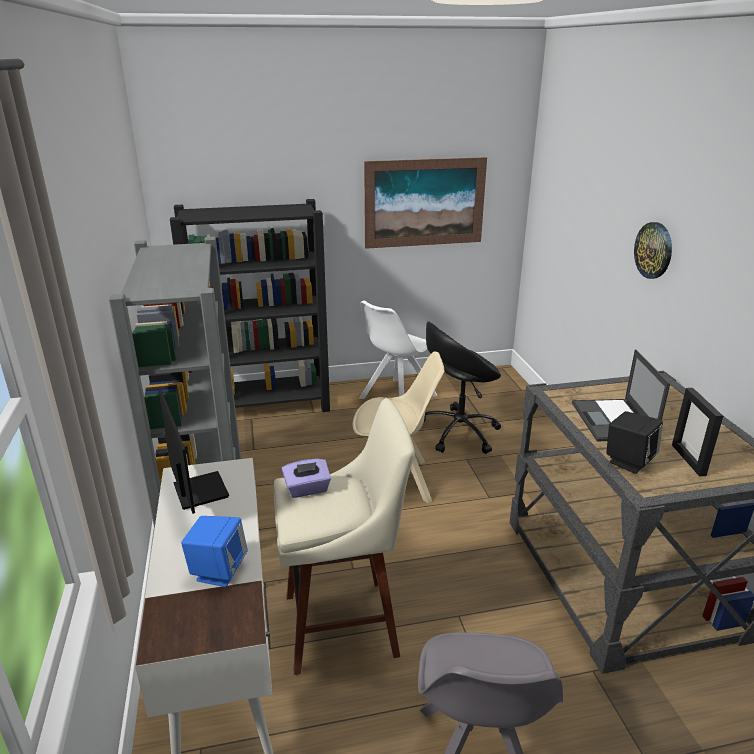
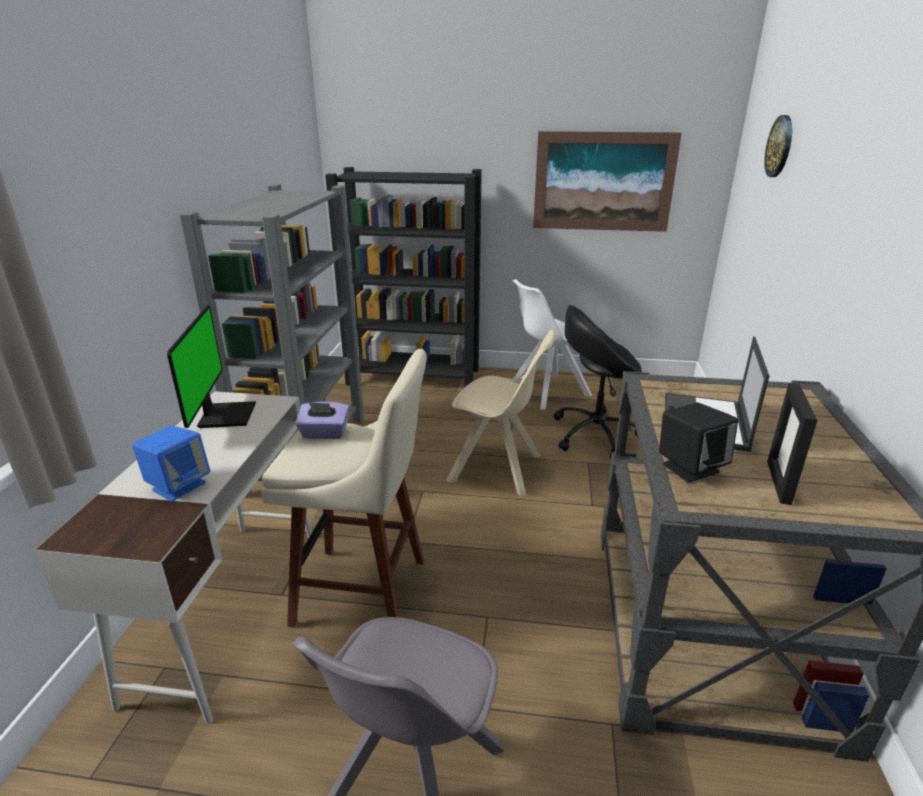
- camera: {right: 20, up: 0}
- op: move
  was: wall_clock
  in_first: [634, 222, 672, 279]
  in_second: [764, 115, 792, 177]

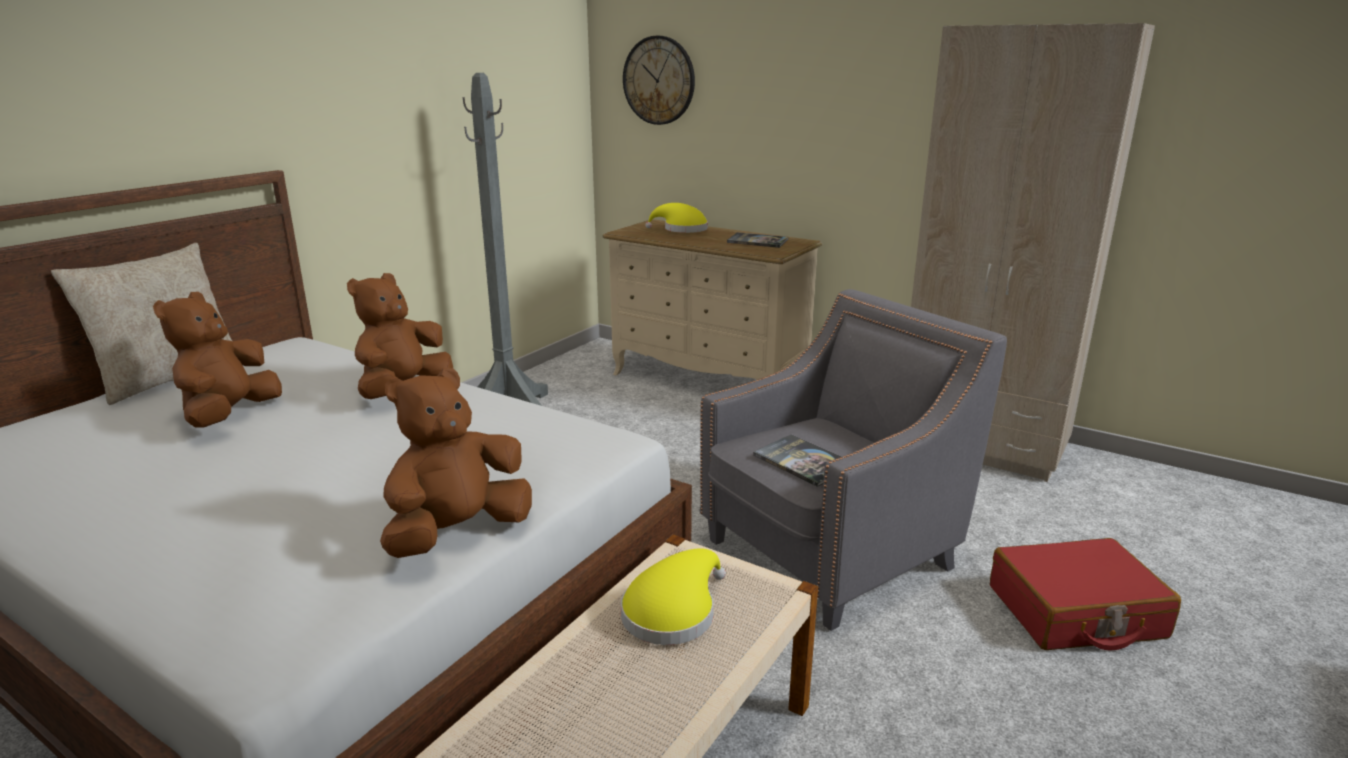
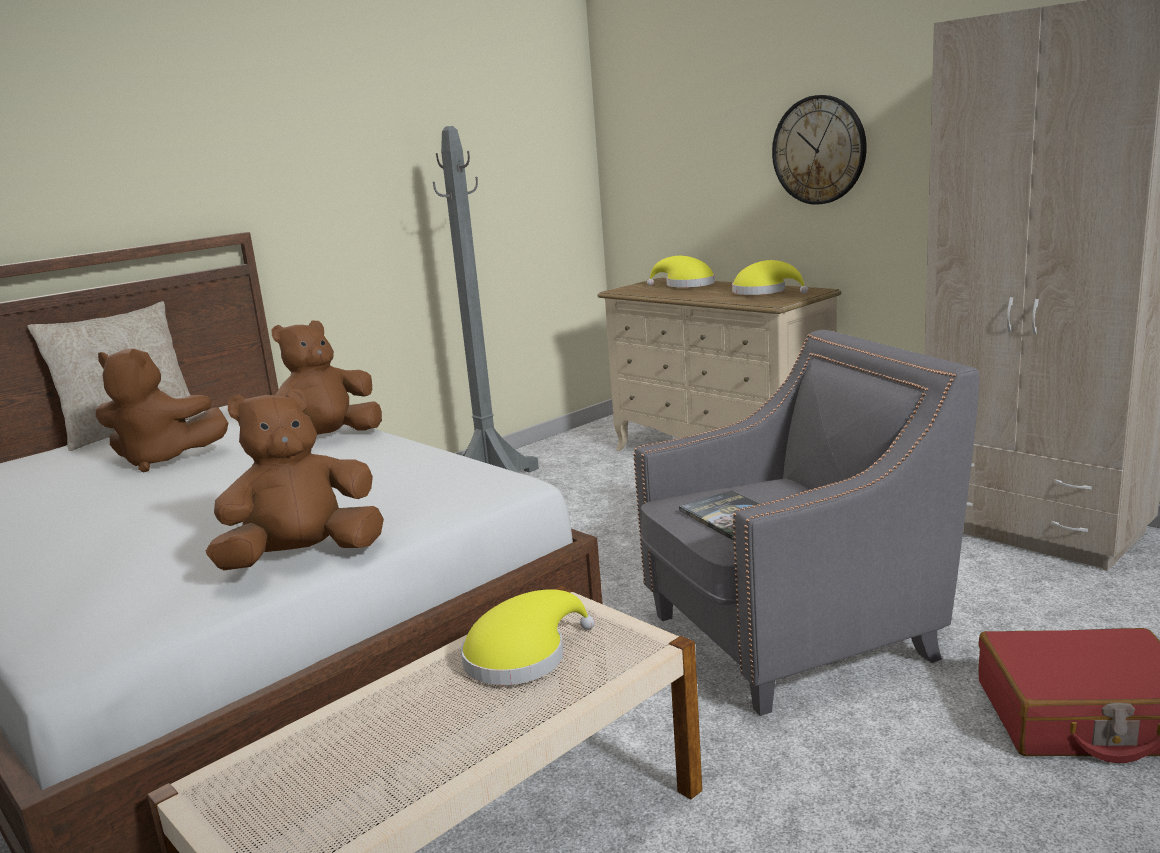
- camera: {right: 15, up: -5}
- op: rotate
  was: brown_plush_toy
  in_first: [153, 292, 282, 428]
  in_second: [96, 348, 228, 473]
  clockwise: -105
- op: replace
  was: book
  now: yellow_hat
  in_first: [727, 232, 788, 248]
  in_second: [732, 260, 808, 295]
- op: move
  was: wall_clock
  in_first: [623, 36, 695, 125]
  in_second: [772, 95, 867, 205]

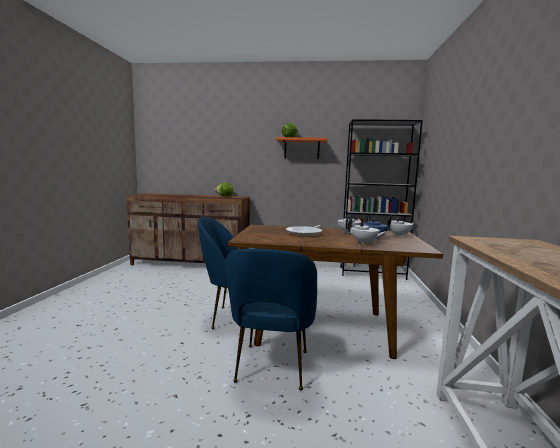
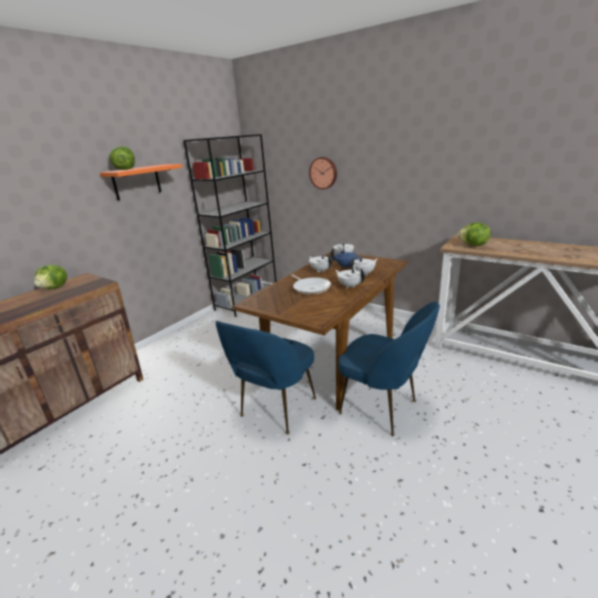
- camera: {right: -60, up: 15}
- op: insert
  now: wall_clock
  in_second: [309, 157, 337, 189]
- op: insert
  now: white_teapot
  in_second: [335, 268, 365, 288]
- op: insert
  now: lettuce
  in_second: [458, 222, 490, 246]

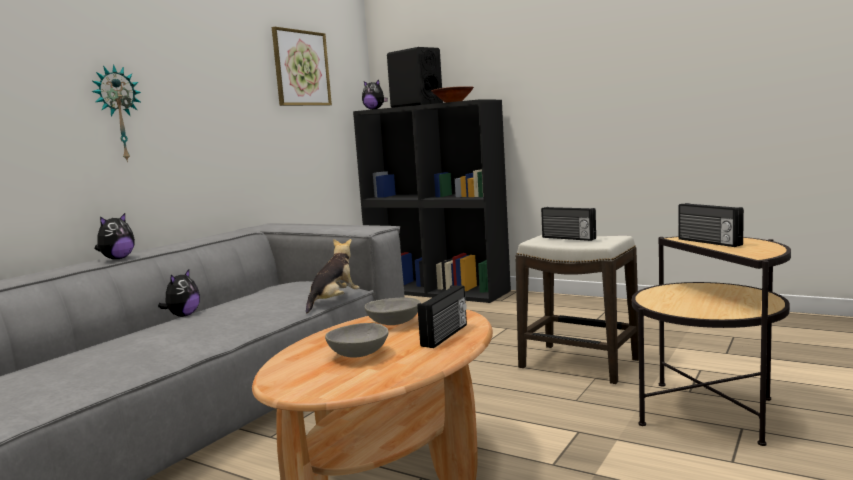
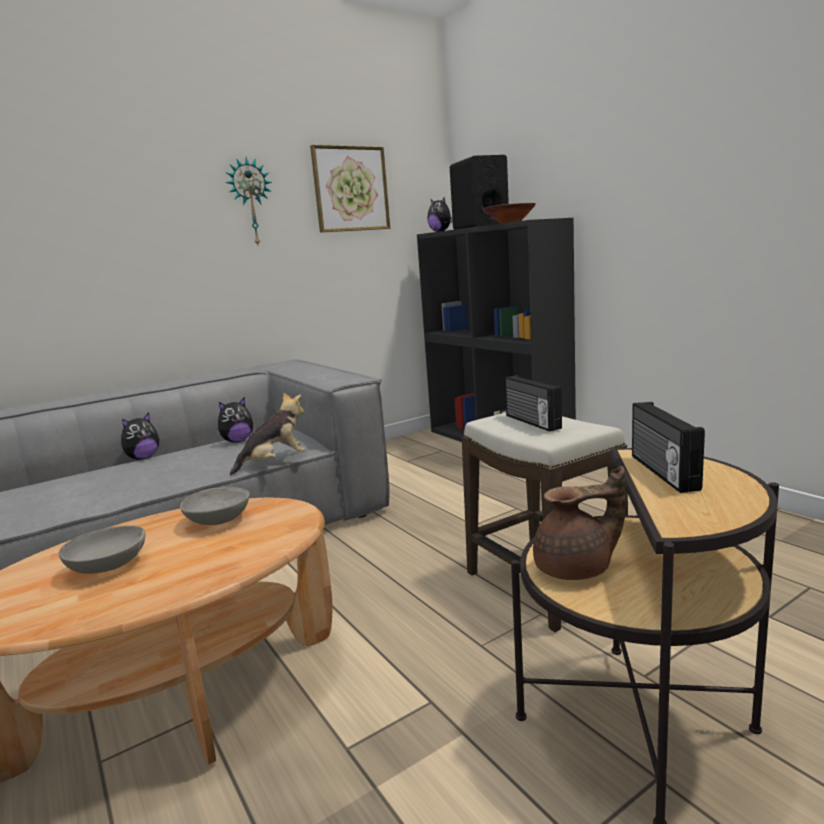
- camera: {right: 25, up: 5}
- op: move
  was: plush_toy
  in_first: [95, 213, 135, 259]
  in_second: [218, 397, 253, 443]
- op: move
  was: wall_clock
  in_first: [92, 64, 141, 162]
  in_second: [226, 157, 272, 245]
- op: insert
  now: brown_teapot
  in_second: [533, 466, 625, 580]
- op: delete
  was: radio
  in_first: [418, 285, 467, 348]

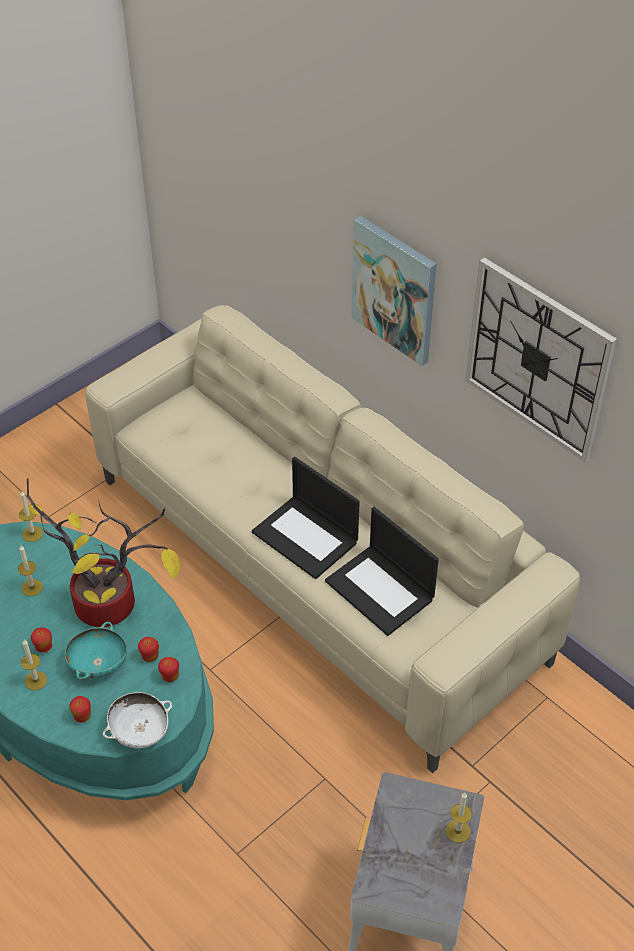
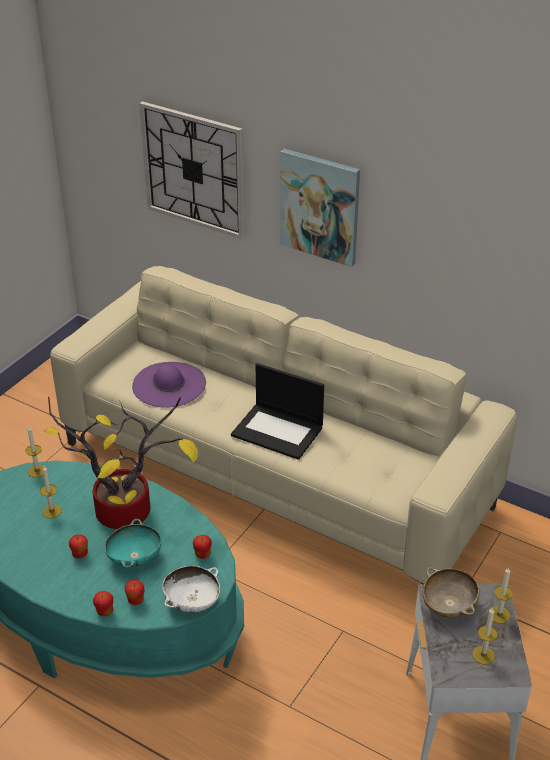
- camera: {right: -15, up: -10}
- op: move
  was: apple
  in_first: [138, 637, 159, 662]
  in_second: [93, 591, 113, 616]
- op: insert
  now: purple_hat
  in_second: [132, 362, 206, 408]
- op: move
  was: wall_clock
  in_first: [465, 257, 617, 462]
  in_second: [139, 101, 245, 239]
- op: insert
  now: beige_bowl
  in_second: [423, 567, 480, 618]
- op: move
  was: candle
  in_first: [21, 640, 47, 690]
  in_second: [472, 607, 498, 665]
- op: delete
  was: laptop
  in_first: [325, 507, 439, 636]

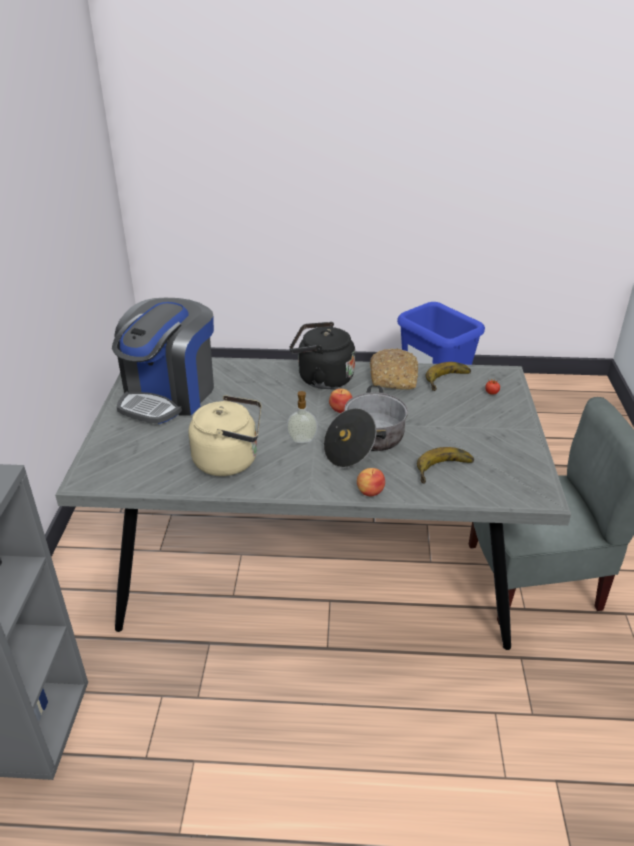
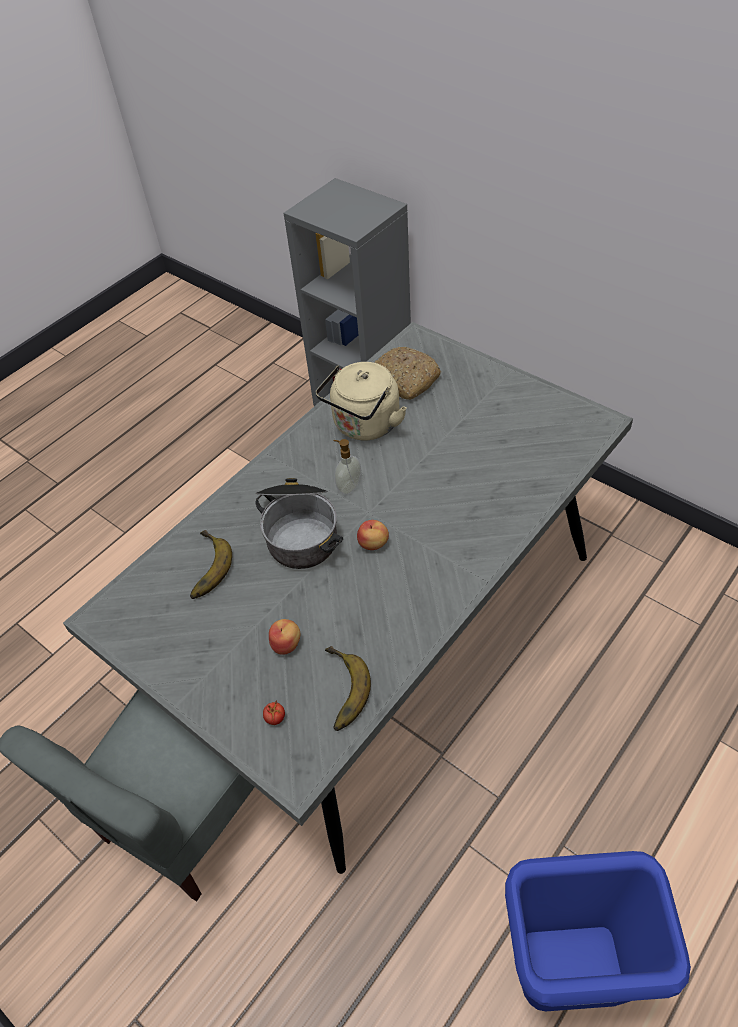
- camera: {right: 130, up: 15}
- op: move
  was: apple
  in_first: [357, 468, 385, 496]
  in_second: [269, 619, 300, 655]
- op: move
  was: bread
  in_first: [370, 348, 419, 390]
  in_second: [375, 347, 441, 400]
- op: delete
  was: coffee_machine
  in_first: [112, 298, 214, 424]
- op: delete
  was: black_kettle
  in_first: [290, 322, 355, 389]

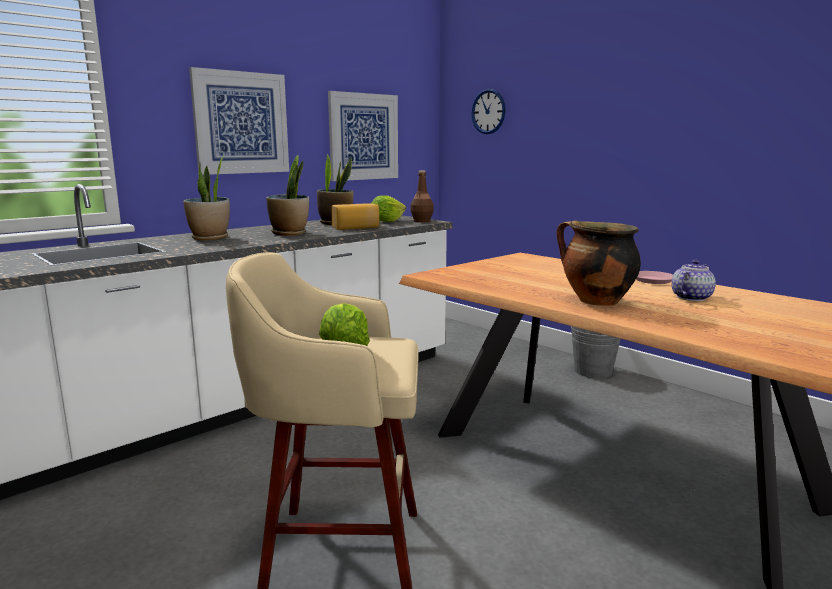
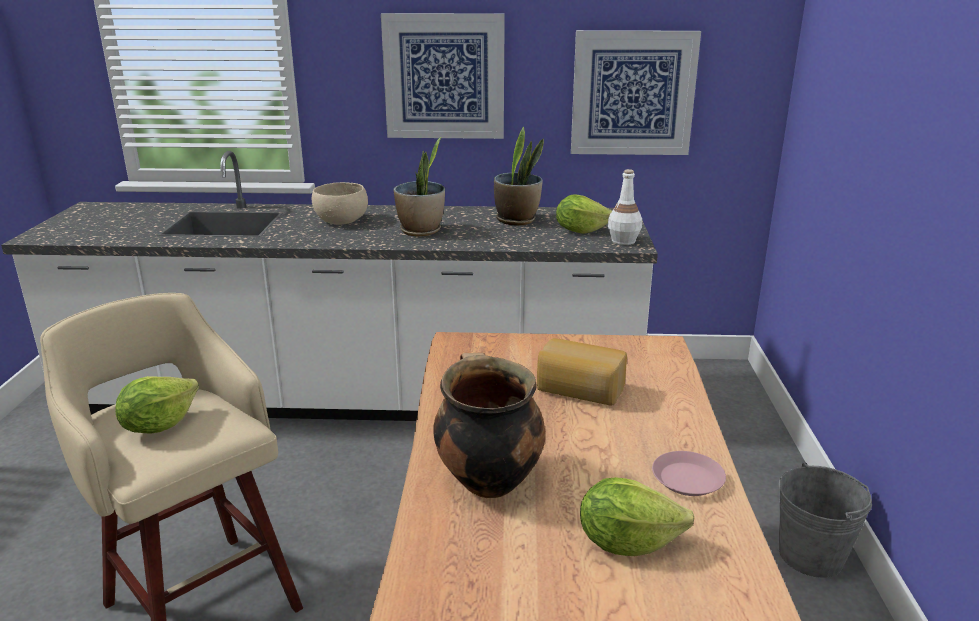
- camera: {right: 45, up: 10}
- op: replace
  was: potted_plant
  now: beige_bowl
  in_first: [183, 156, 230, 240]
  in_second: [312, 182, 368, 225]
- op: move
  was: bread
  in_first: [331, 203, 379, 230]
  in_second: [537, 338, 627, 405]
- op: replace
  was: teapot
  now: lettuce
  in_first: [672, 260, 716, 301]
  in_second: [580, 477, 694, 556]
- op: recolor
  was: brown_bottle
  now: white_bottle
  in_first: [410, 171, 434, 222]
  in_second: [608, 169, 642, 245]
- op: delete
  was: wall_clock
  in_first: [471, 89, 506, 134]

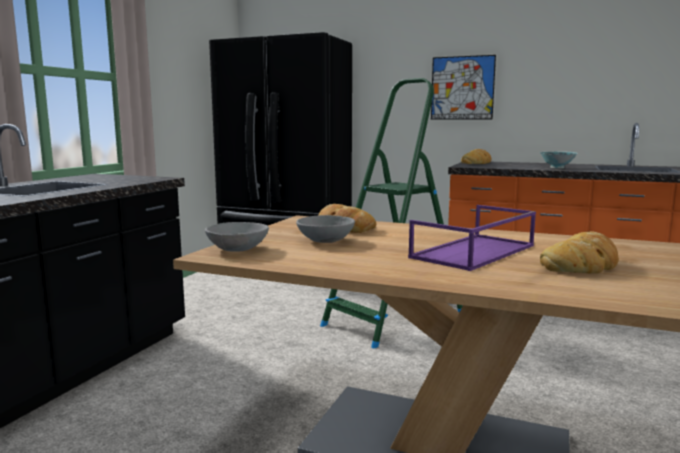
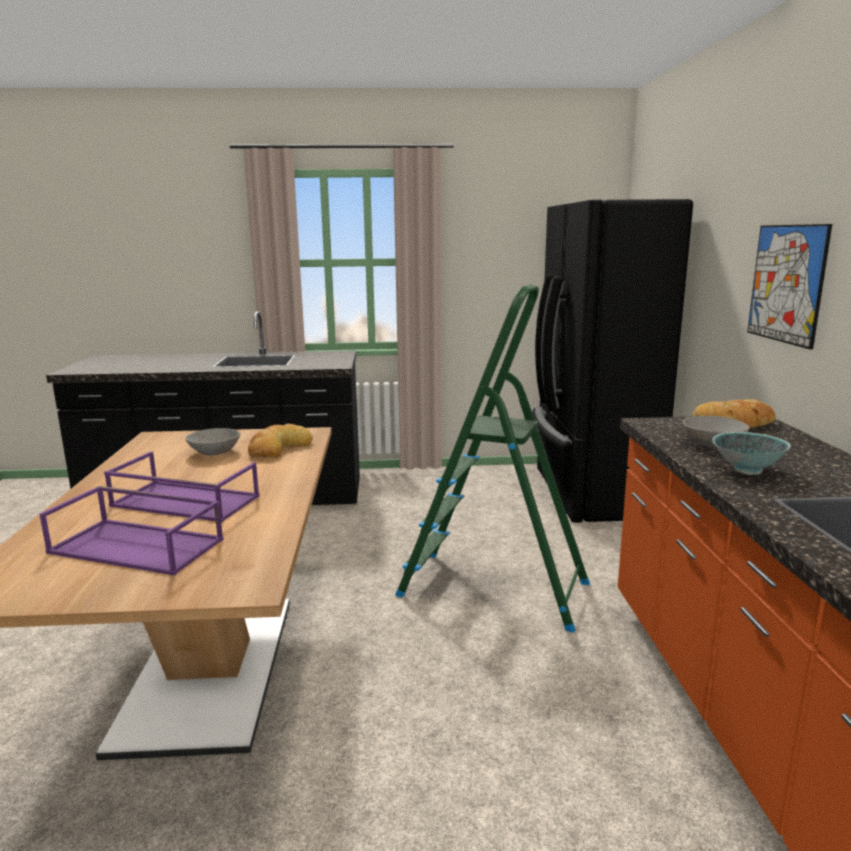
- camera: {right: 65, up: 5}
- op: replace
  was: bread
  now: purple_tray
  in_first: [540, 231, 619, 274]
  in_second: [39, 486, 224, 575]
- op: move
  was: grey_bowl
  in_first: [205, 222, 269, 252]
  in_second: [683, 416, 749, 447]

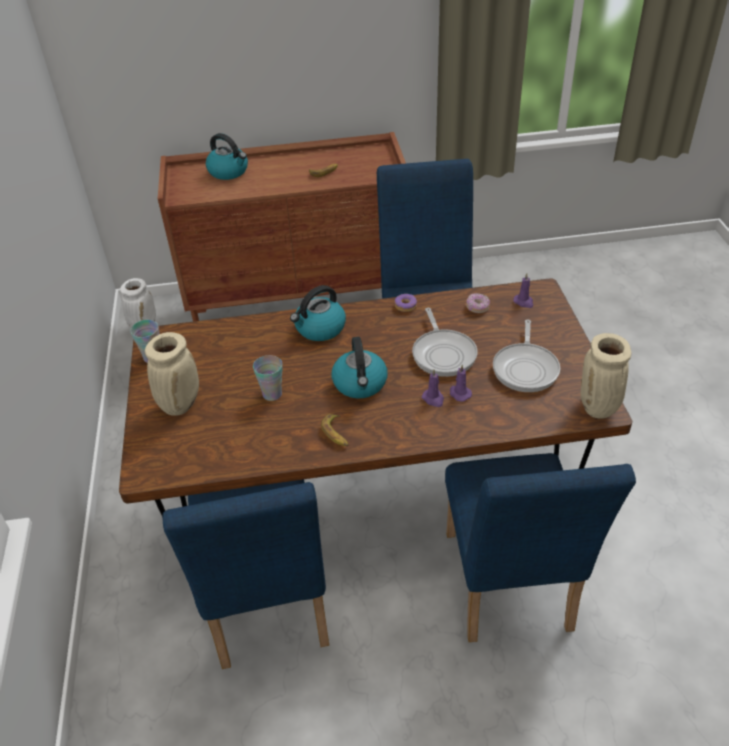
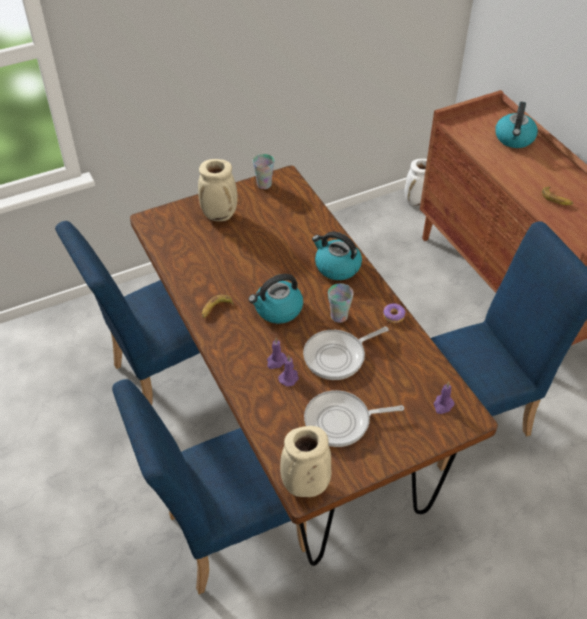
- camera: {right: 70, up: 5}
- op: move
  was: cup
  in_first: [253, 355, 283, 401]
  in_second: [328, 283, 354, 323]
- op: delete
  was: donut
  in_first: [466, 293, 490, 313]

